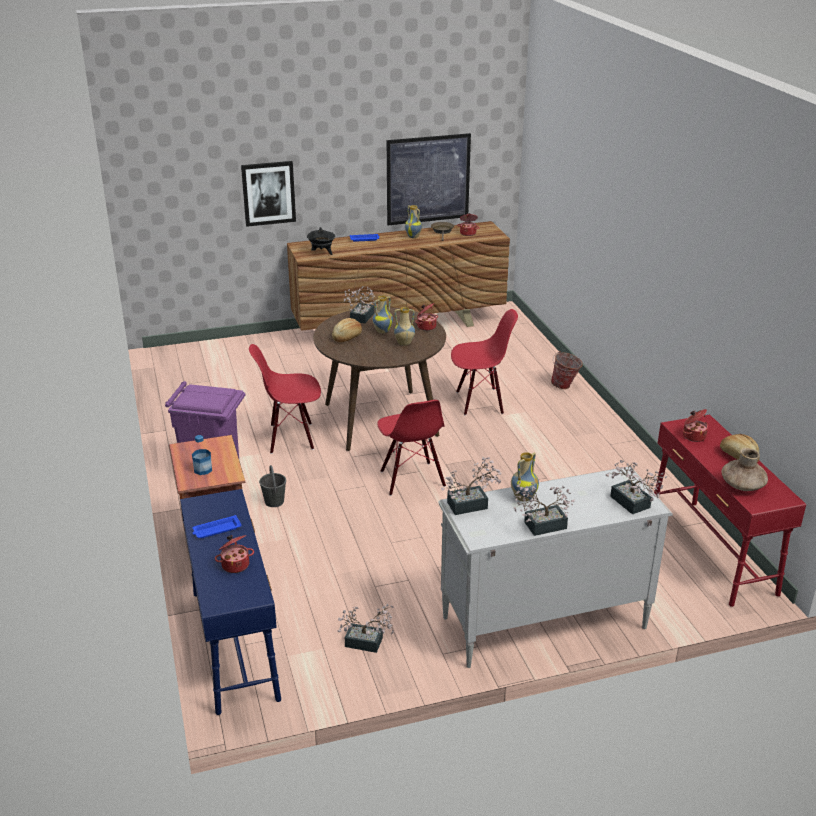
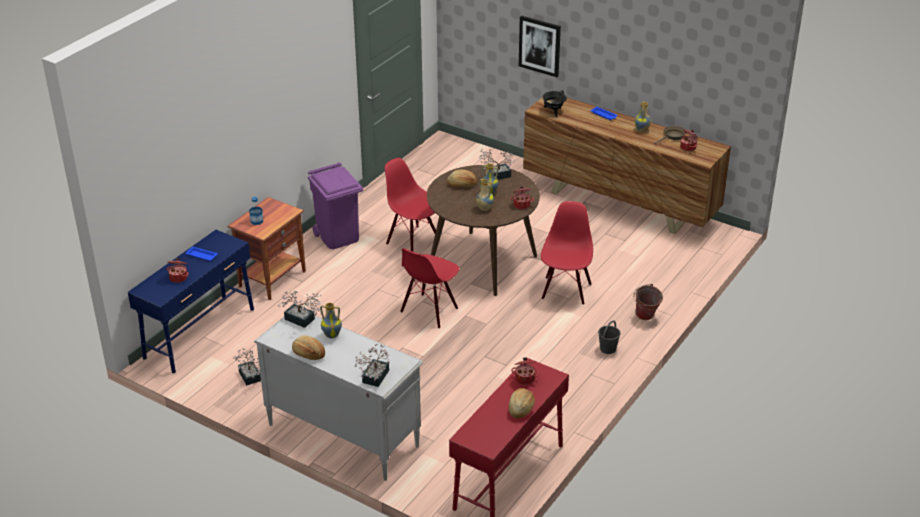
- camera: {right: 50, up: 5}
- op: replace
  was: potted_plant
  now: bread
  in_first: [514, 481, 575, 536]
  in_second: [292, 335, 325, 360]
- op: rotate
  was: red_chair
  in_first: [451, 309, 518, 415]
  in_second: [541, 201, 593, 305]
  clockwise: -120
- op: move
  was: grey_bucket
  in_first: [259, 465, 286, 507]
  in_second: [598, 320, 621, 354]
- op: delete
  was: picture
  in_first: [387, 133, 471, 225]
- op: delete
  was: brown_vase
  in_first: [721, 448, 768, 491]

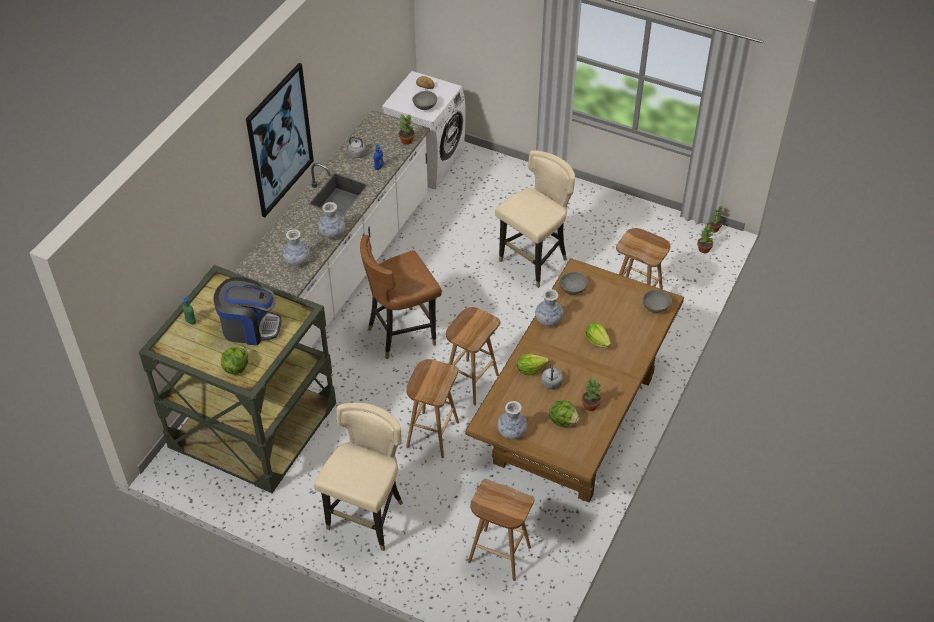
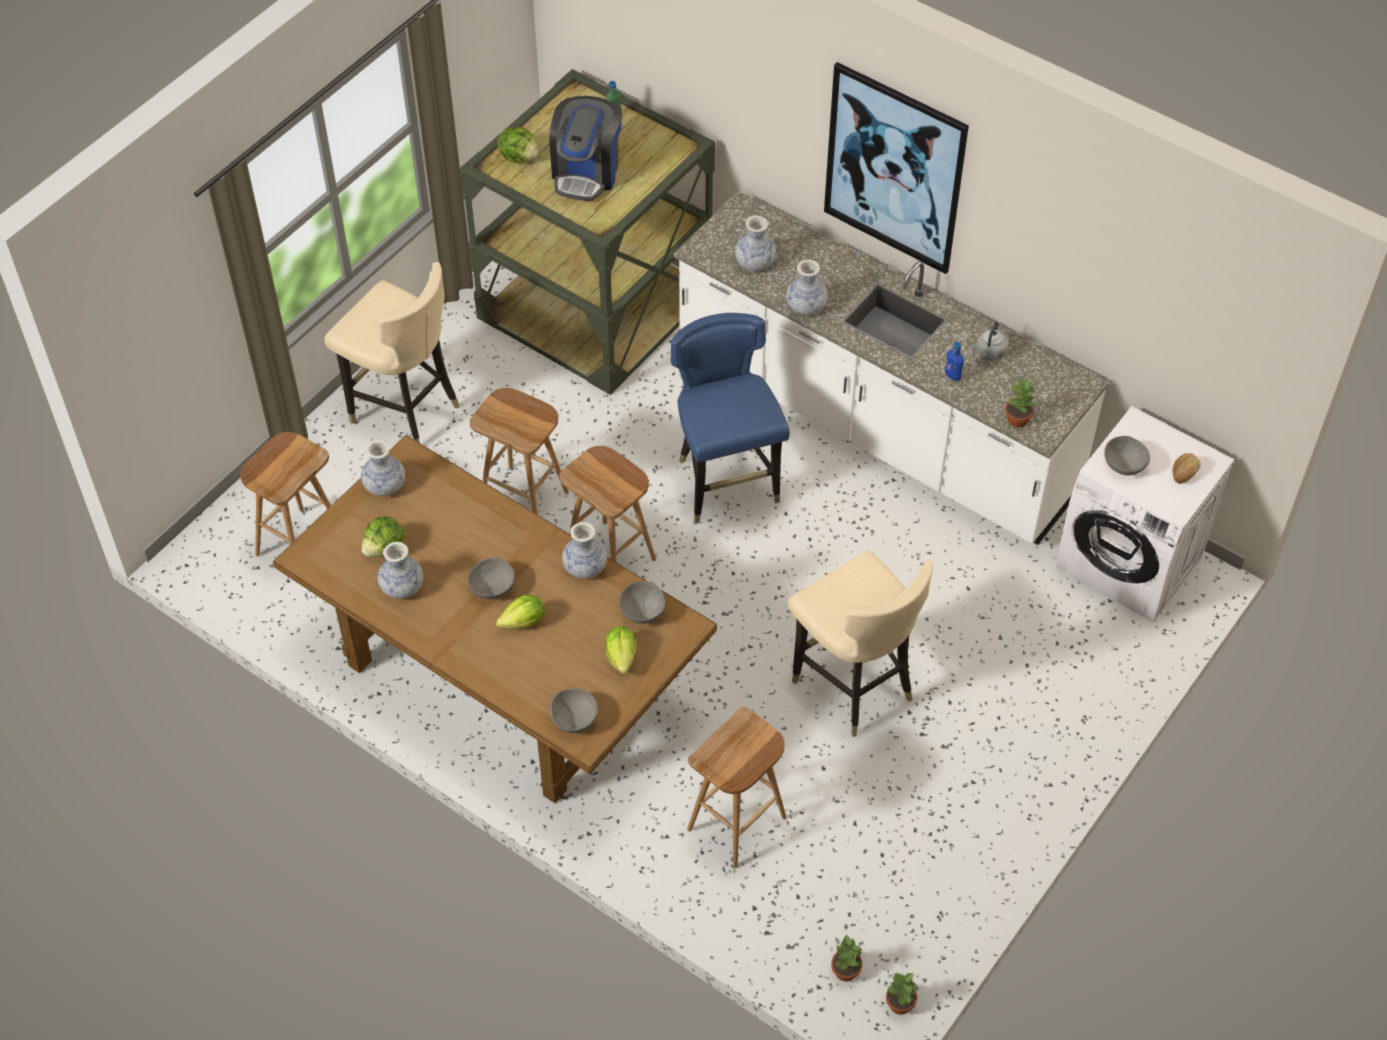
- camera: {right: 100, up: 5}
- op: replace
  was: potted_plant
  now: vase
  in_first: [581, 377, 601, 411]
  in_second: [378, 542, 423, 599]
- op: insert
  now: grey_bowl
  in_second: [467, 557, 515, 599]
- op: move
  was: lettuce
  in_first: [517, 354, 549, 375]
  in_second: [605, 626, 636, 674]
- op: recolor
  was: brown_chair
  now: blue_chair
  in_first: [360, 235, 442, 359]
  in_second: [671, 313, 790, 524]
- op: delete
  was: grey_kettle
  in_first: [541, 362, 563, 389]

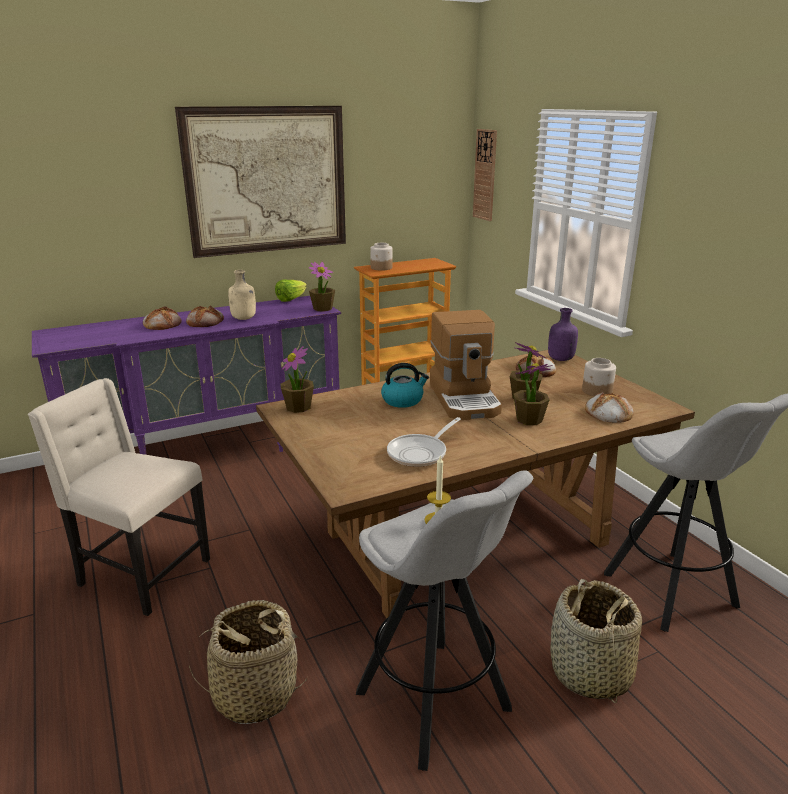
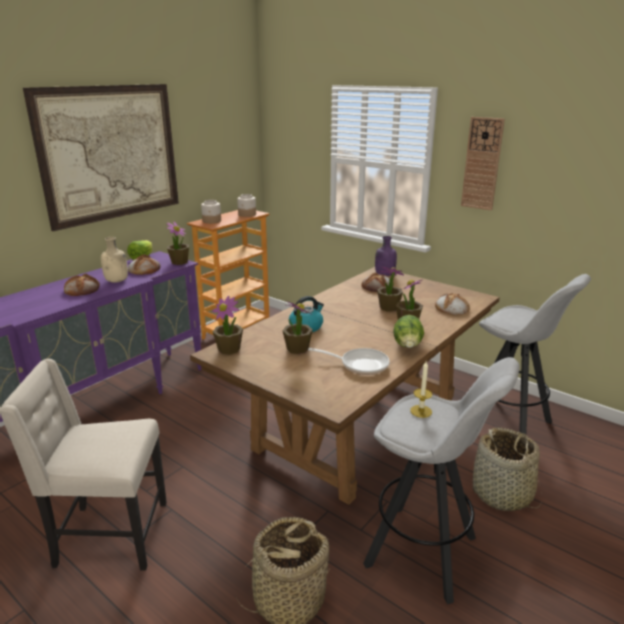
- camera: {right: -25, up: 0}
- op: move
  was: bread
  in_first: [143, 307, 181, 330]
  in_second: [128, 254, 161, 275]
- op: move
  was: jar
  in_first: [582, 358, 616, 396]
  in_second: [237, 194, 256, 217]
- op: insert
  now: potted_plant
  in_second: [282, 301, 313, 354]
- op: rotate
  was: frying_pan
  in_first: [387, 417, 461, 467]
  in_second: [308, 348, 390, 375]
  clockwise: -90
- op: insert
  now: lettuce
  in_second: [393, 315, 424, 348]
- op: move
  was: wall_clock
  in_first: [473, 129, 497, 221]
  in_second: [461, 117, 505, 210]
- op: delete
  was: coffee_machine
  in_first: [430, 310, 502, 420]

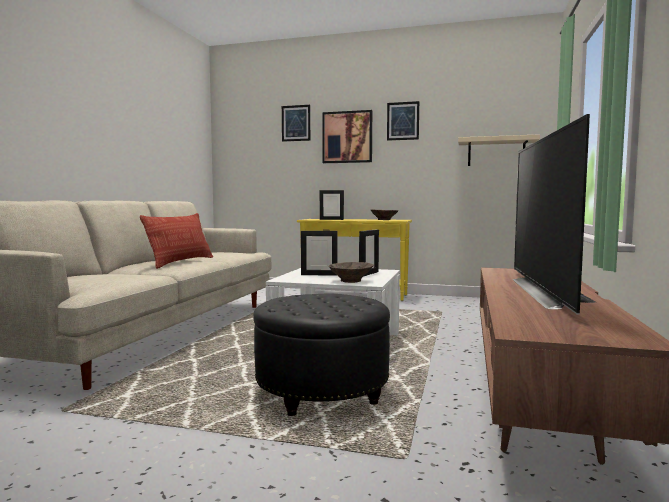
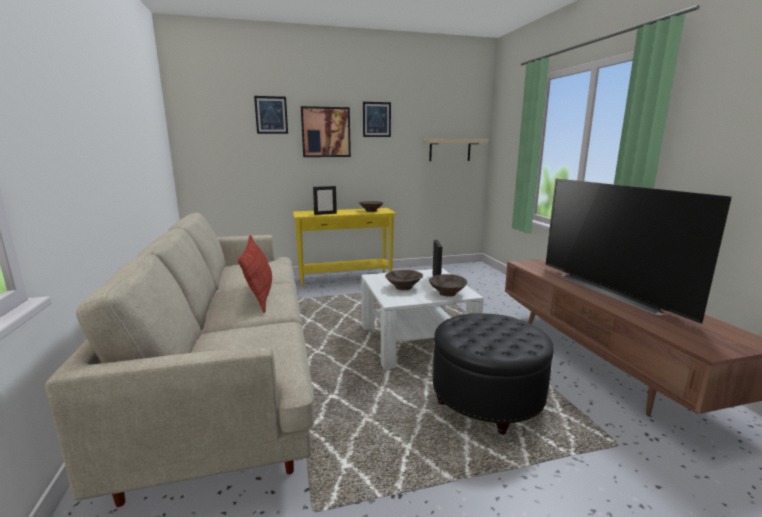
- camera: {right: -30, up: 10}
- op: replace
  was: picture_frame
  now: brown_bowl
  in_first: [301, 231, 338, 275]
  in_second: [385, 270, 423, 290]

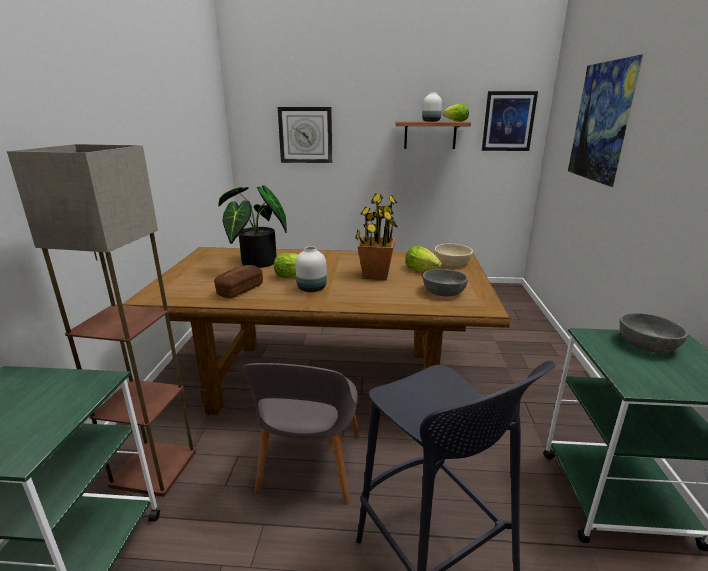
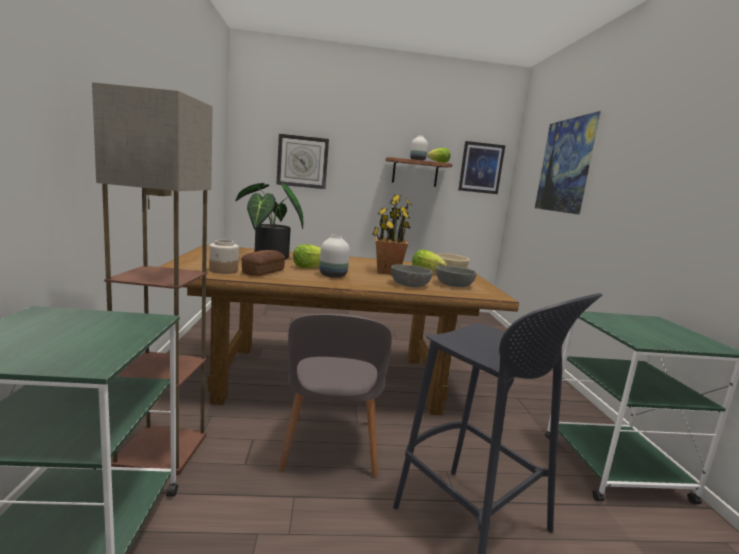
- camera: {right: -10, up: -10}
- op: insert
  now: jar
  in_second: [209, 240, 239, 274]
- op: move
  was: grey_bowl
  in_first: [620, 313, 688, 353]
  in_second: [391, 264, 433, 287]

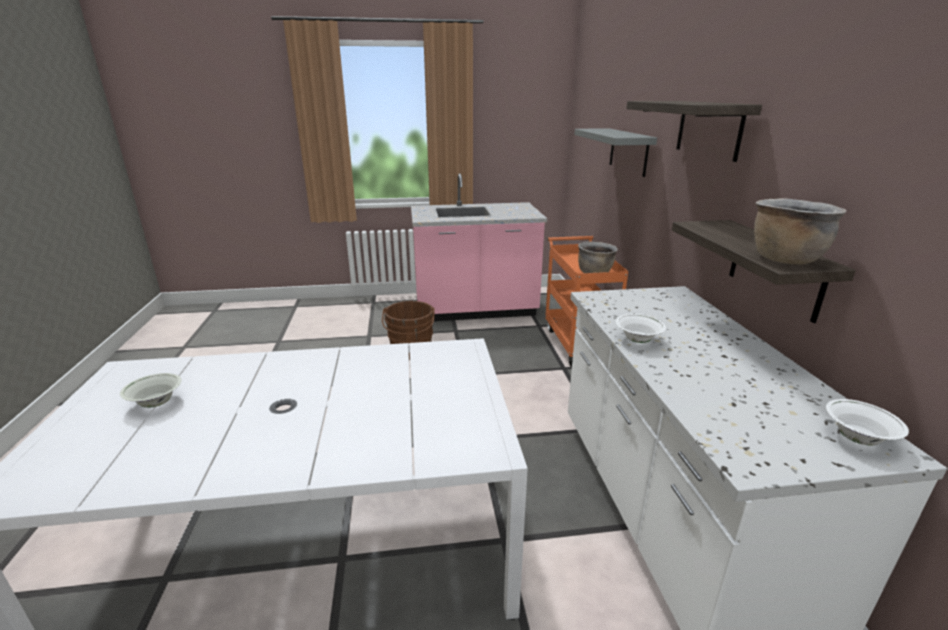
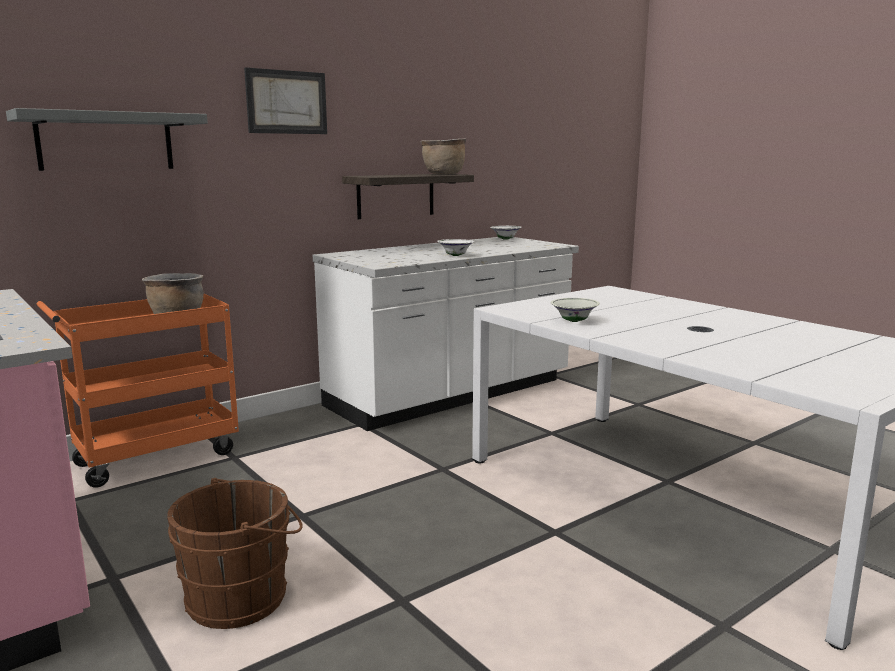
- camera: {right: -120, up: -10}
- op: replace
  was: shelf
  now: picture
  in_first: [626, 101, 762, 162]
  in_second: [244, 67, 327, 134]
- op: move
  was: white_bowl
  in_first: [120, 373, 182, 408]
  in_second: [550, 298, 600, 322]

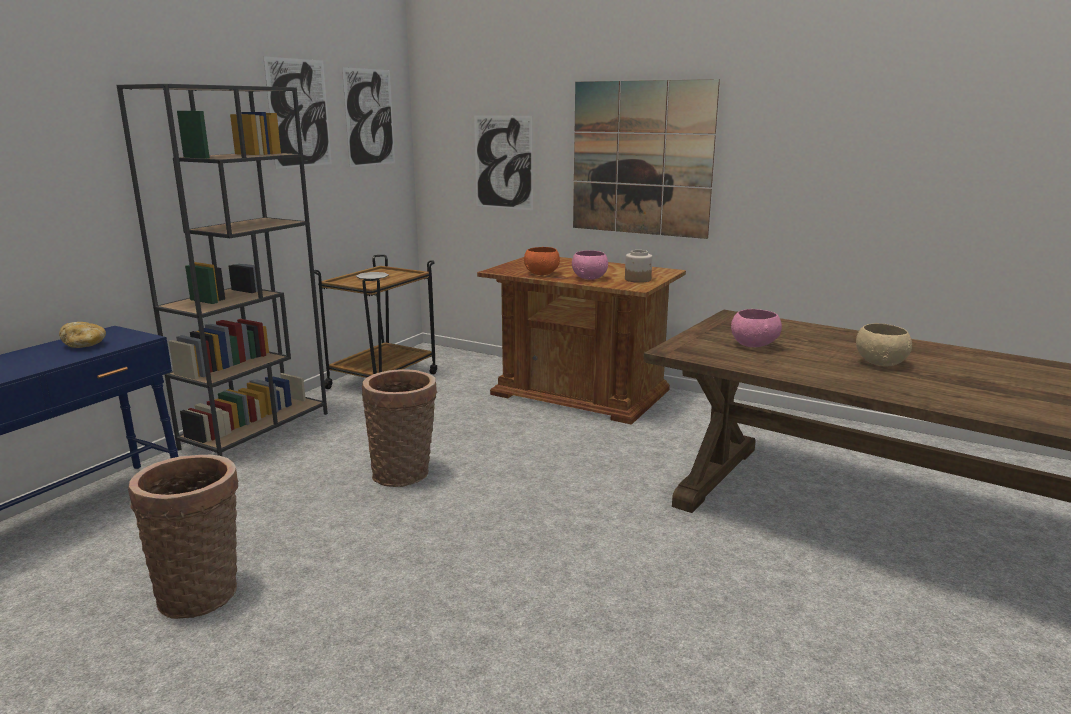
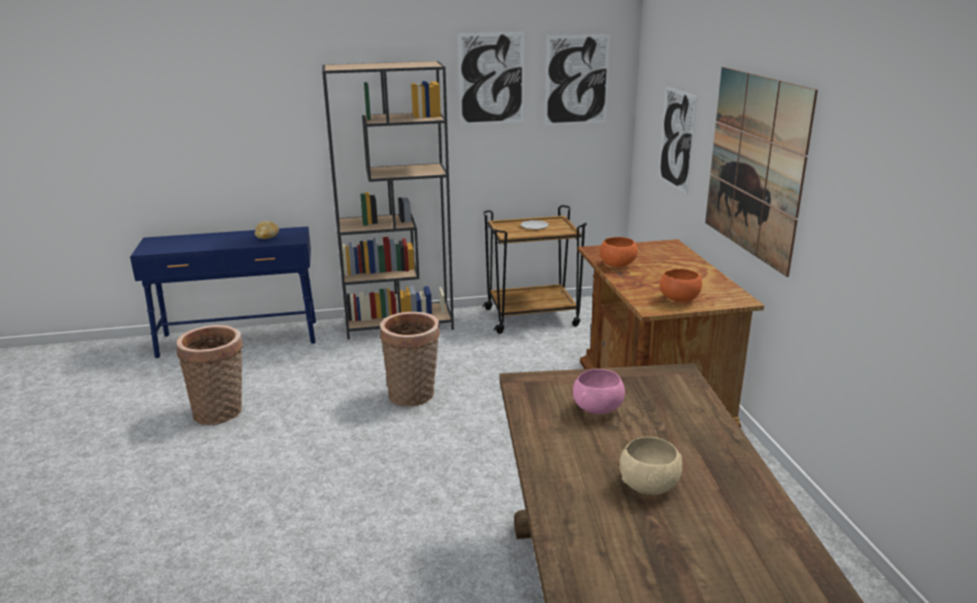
- camera: {right: 50, up: 5}
- op: replace
  was: jar
  now: orange_bowl
  in_first: [625, 250, 652, 283]
  in_second: [660, 269, 702, 302]
- op: delete
  was: pink_bowl
  in_first: [572, 250, 608, 280]

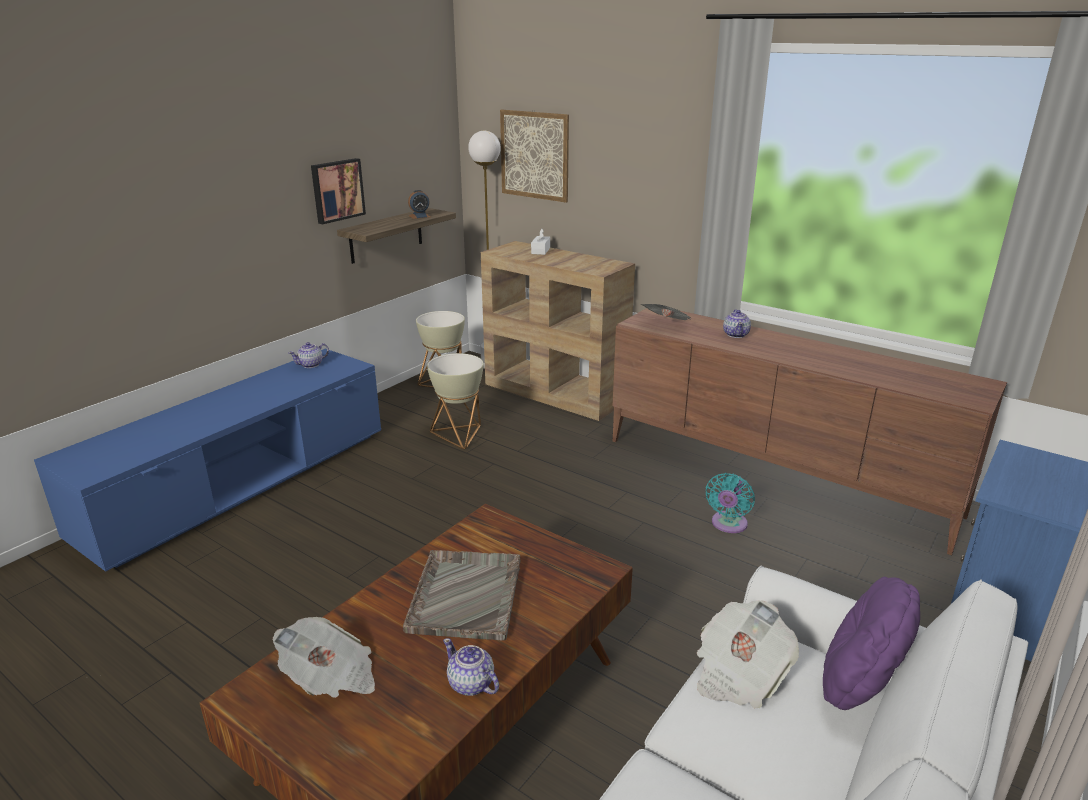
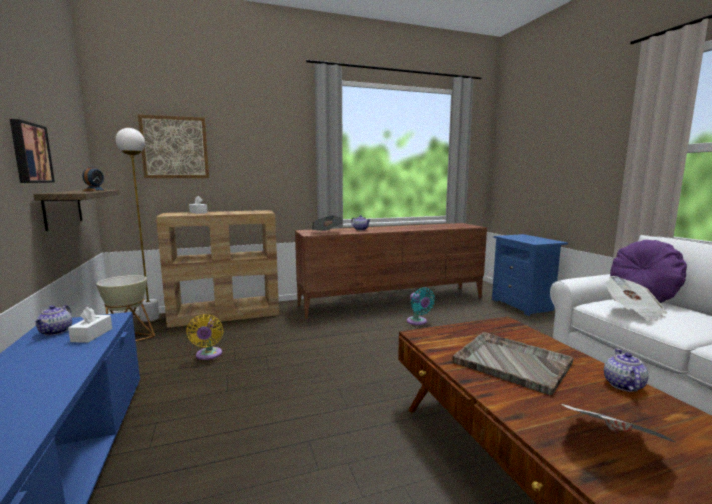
- camera: {right: -55, up: -15}
- op: insert
  now: white_tissue_box
  in_second: [68, 307, 112, 343]
- op: replace
  was: planter
  now: yellow_fan
  in_first: [427, 353, 484, 449]
  in_second: [186, 314, 223, 360]
- op: rotate
  was: teapot
  in_first: [443, 638, 499, 696]
  in_second: [604, 349, 649, 392]
  clockwise: 120

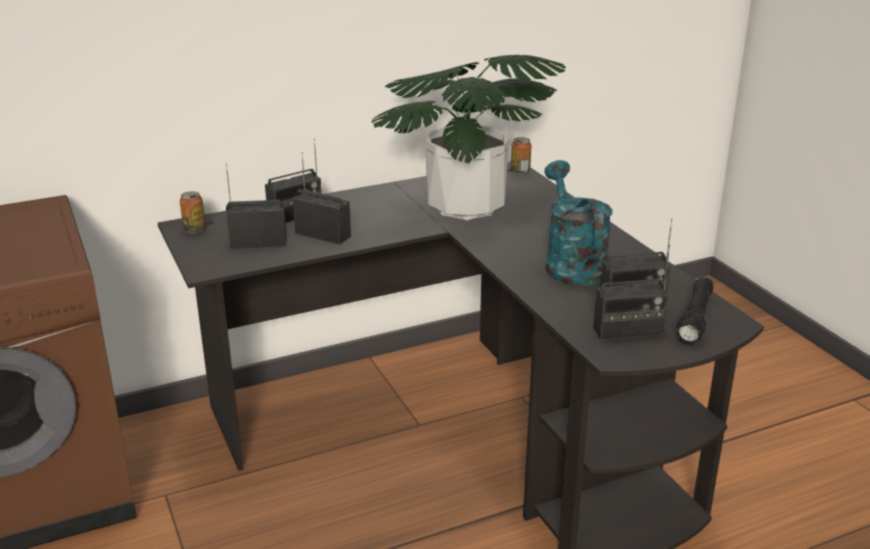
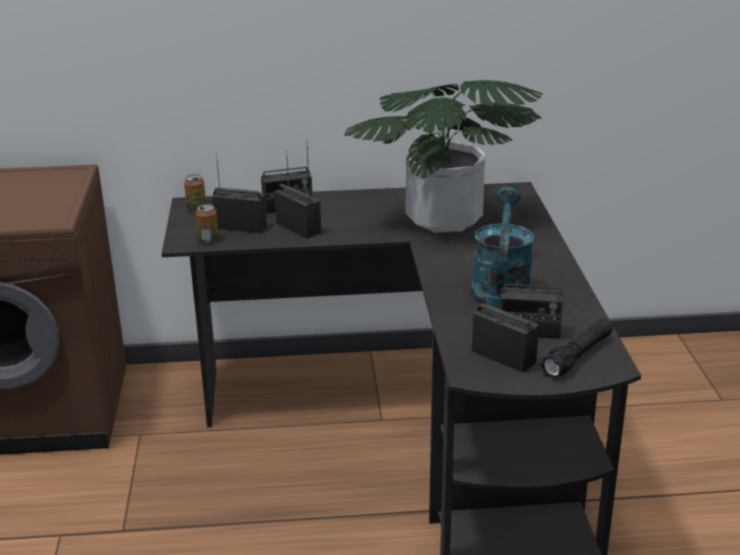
- camera: {right: 20, up: 0}
- op: move
  was: can
  in_first: [511, 137, 532, 174]
  in_second: [195, 204, 218, 244]
- op: rotate
  was: radio
  in_first: [593, 245, 670, 340]
  in_second: [472, 263, 539, 373]
  clockwise: -150

